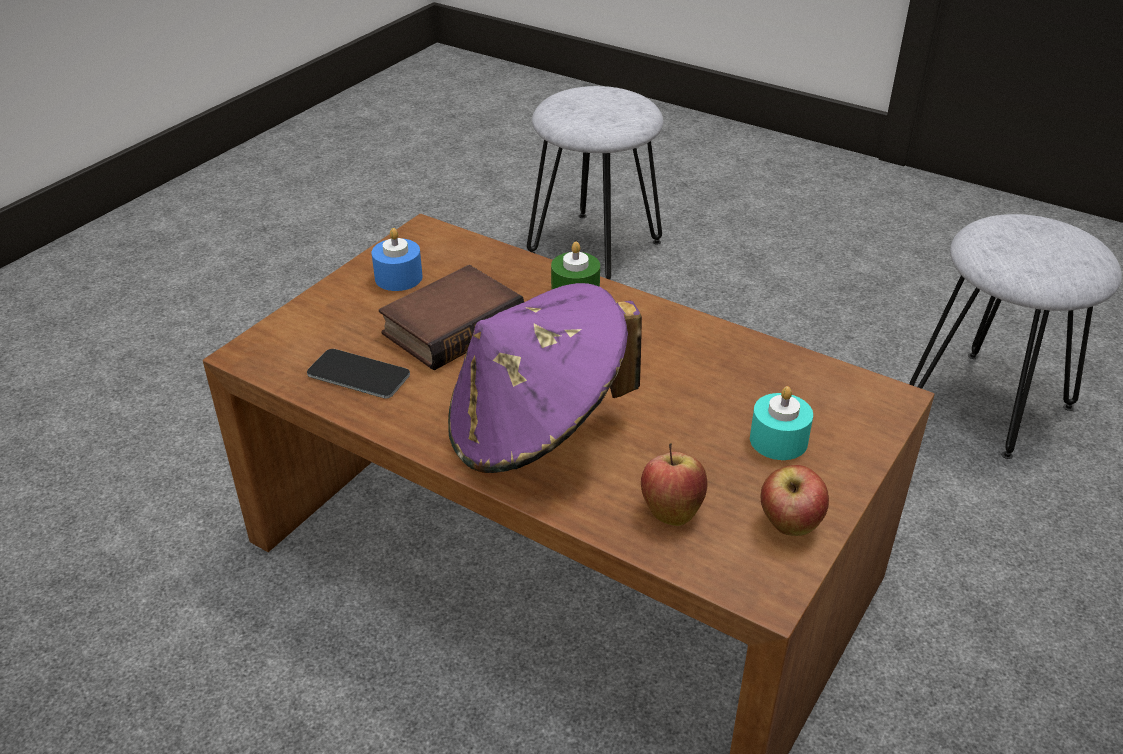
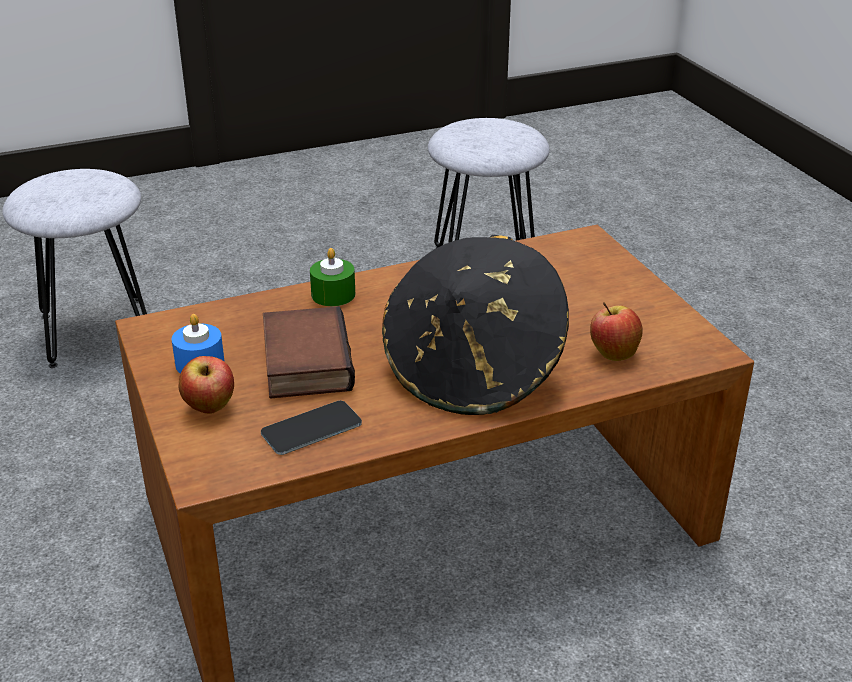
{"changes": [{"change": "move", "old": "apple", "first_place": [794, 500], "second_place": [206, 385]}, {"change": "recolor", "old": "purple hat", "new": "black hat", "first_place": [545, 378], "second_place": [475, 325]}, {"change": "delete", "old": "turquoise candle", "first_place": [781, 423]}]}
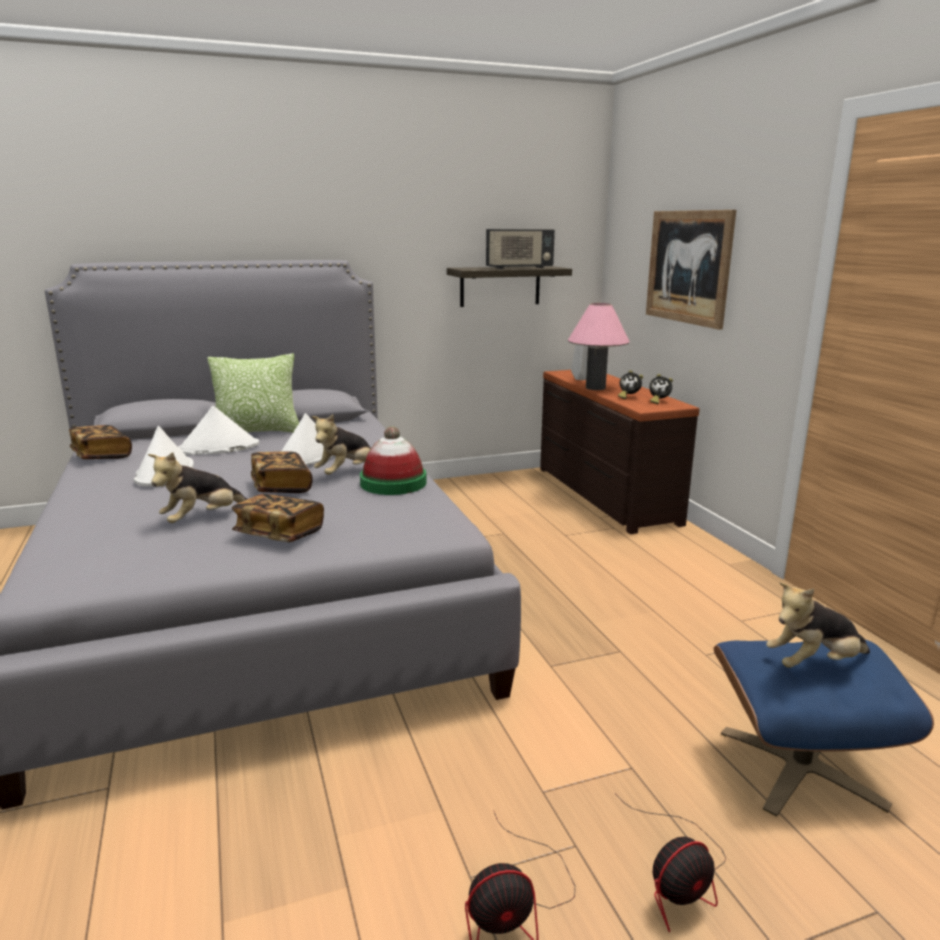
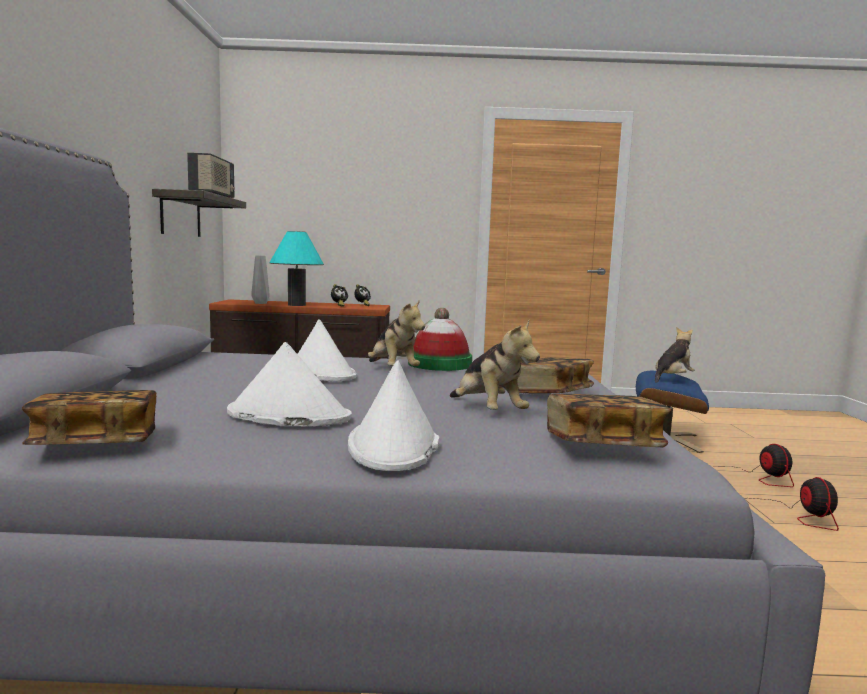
{"changes": [{"change": "recolor", "old": "pink table lamp", "new": "turquoise table lamp", "first_place": [598, 346], "second_place": [296, 268]}, {"change": "move", "old": "white hat", "first_place": [219, 430], "second_place": [393, 416]}, {"change": "move", "old": "book", "first_place": [282, 472], "second_place": [609, 420]}, {"change": "rotate", "old": "plush toy", "first_place": [818, 625], "second_place": [675, 355], "degrees": -135}, {"change": "delete", "old": "pillow", "first_place": [253, 393]}, {"change": "delete", "old": "picture", "first_place": [691, 270]}]}
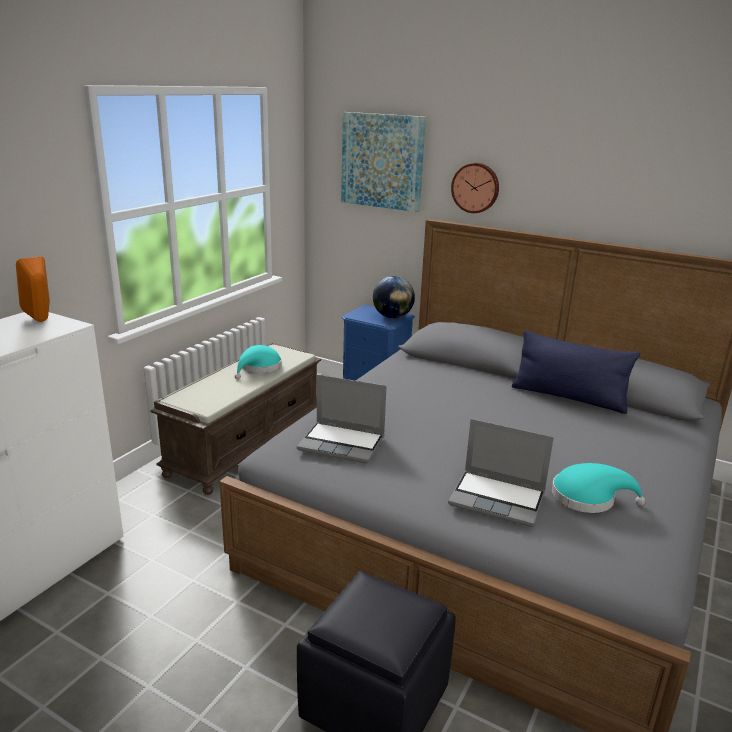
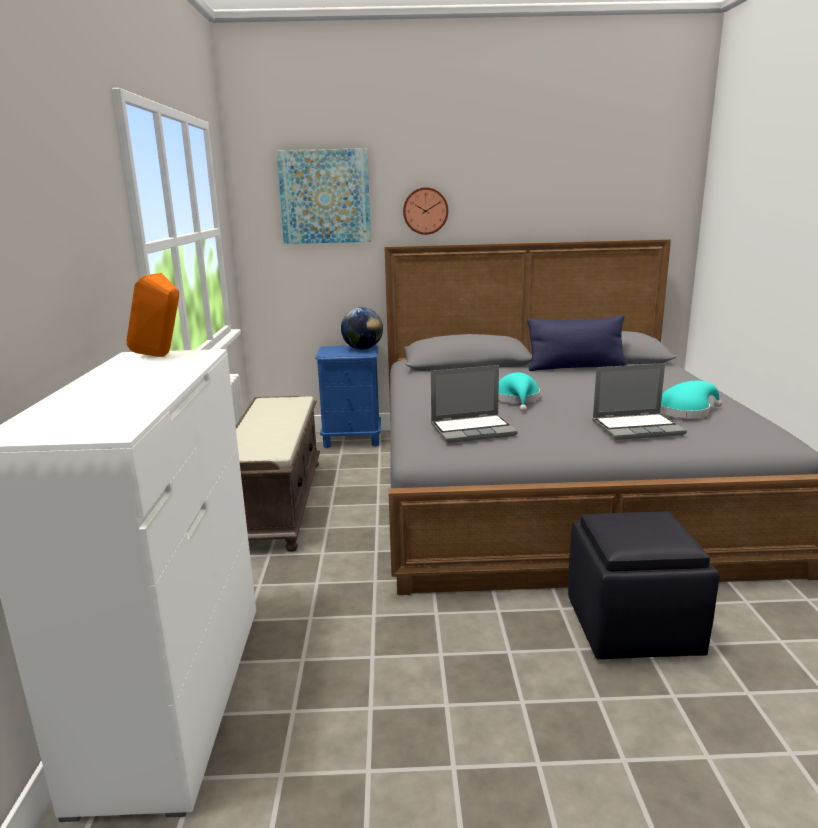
{"changes": [{"change": "move", "old": "turquoise hat", "first_place": [258, 362], "second_place": [519, 392]}]}
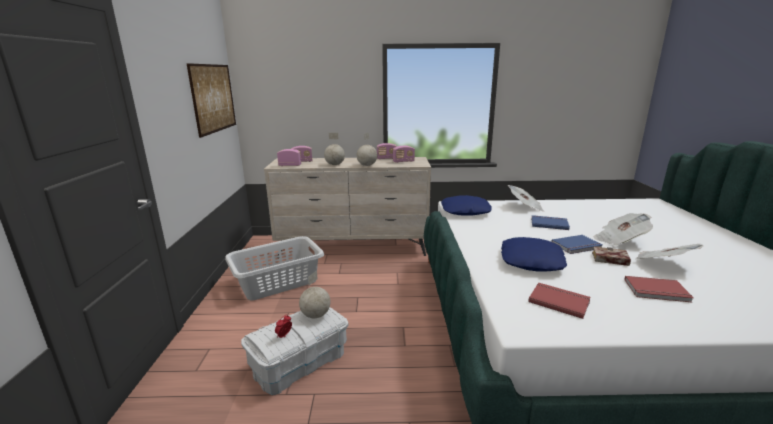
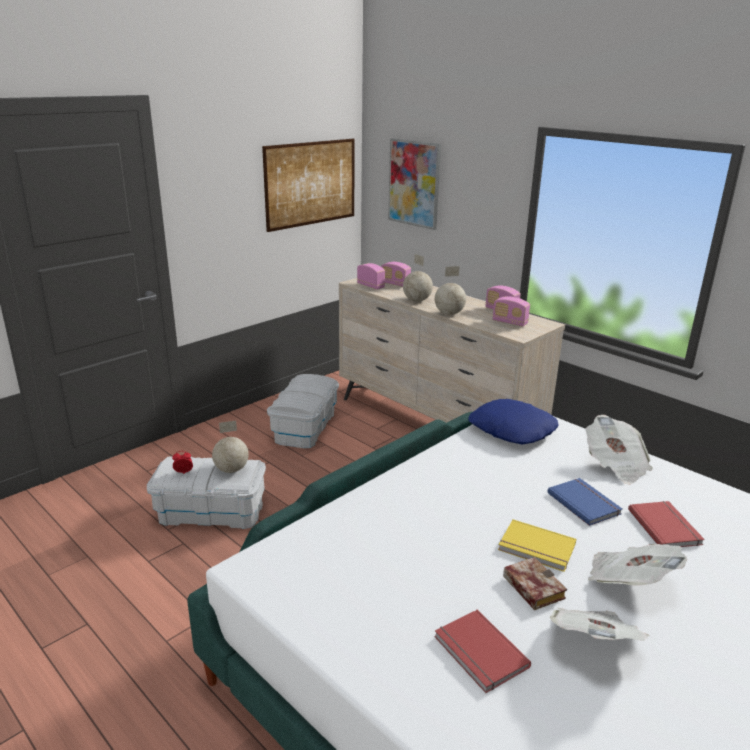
{"changes": [{"change": "replace", "old": "grey laundry basket", "new": "white storage box", "first_place": [274, 268], "second_place": [303, 411]}, {"change": "insert", "new": "picture", "second_place": [414, 184]}, {"change": "recolor", "old": "blue book", "new": "yellow book", "first_place": [576, 244], "second_place": [537, 546]}, {"change": "move", "old": "red book", "first_place": [559, 301], "second_place": [666, 524]}, {"change": "delete", "old": "blue pillow", "first_place": [534, 254]}]}
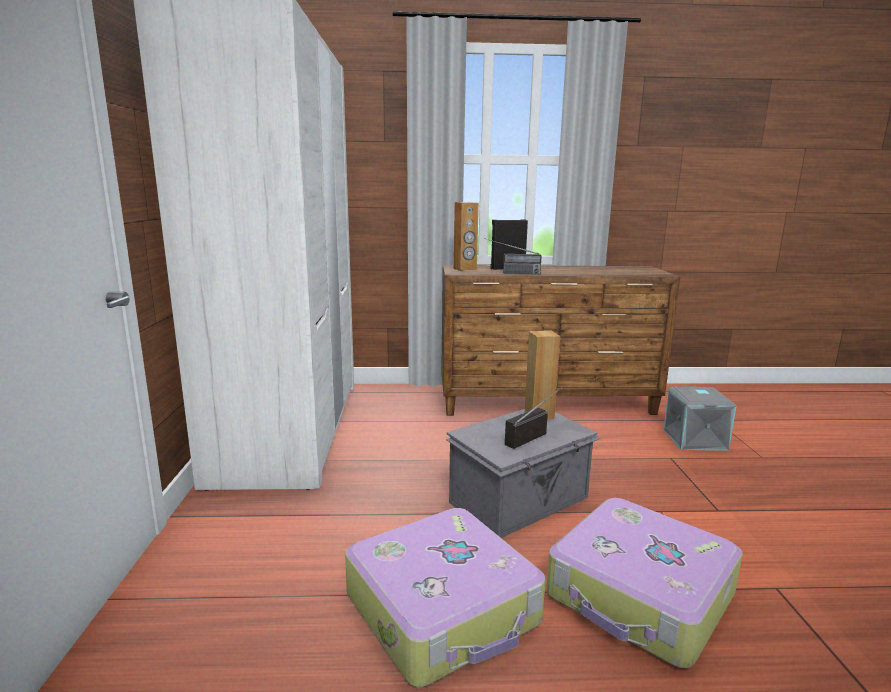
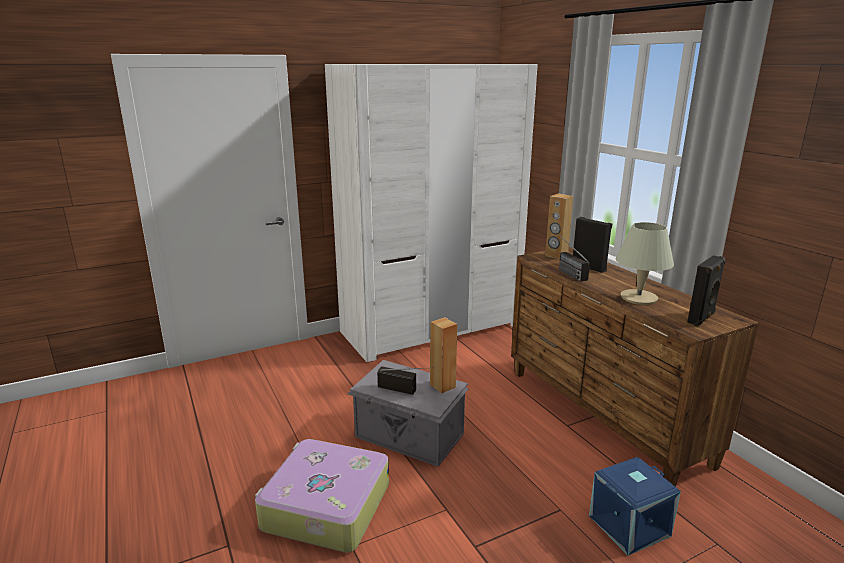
{"changes": [{"change": "recolor", "old": "grey storage box", "new": "blue storage box", "first_place": [699, 418], "second_place": [635, 506]}, {"change": "insert", "new": "beige table lamp", "second_place": [645, 263]}, {"change": "insert", "new": "black speaker", "second_place": [706, 290]}, {"change": "delete", "old": "suitcase", "first_place": [445, 597]}]}
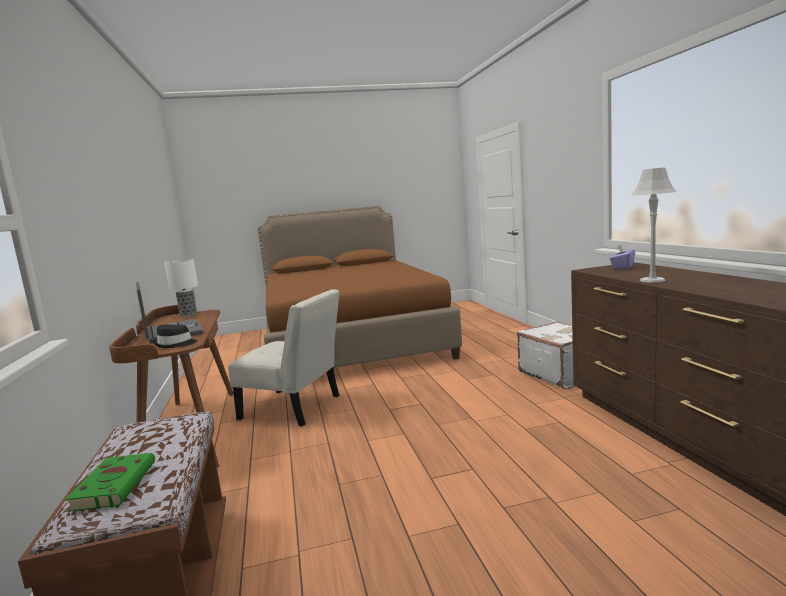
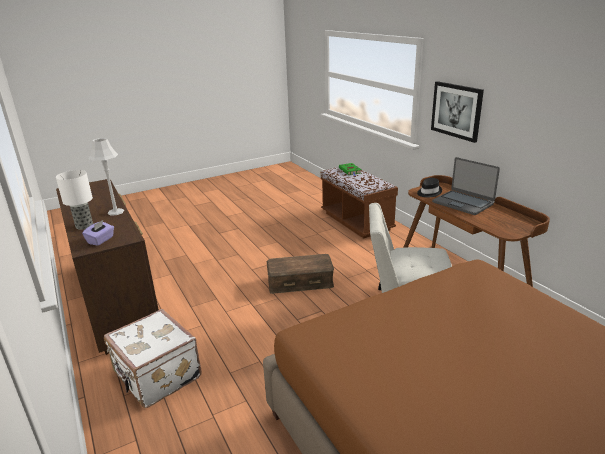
{"changes": [{"change": "move", "old": "table lamp", "first_place": [181, 287], "second_place": [74, 200]}, {"change": "insert", "new": "brown storage box", "second_place": [300, 274]}, {"change": "insert", "new": "picture", "second_place": [457, 112]}]}
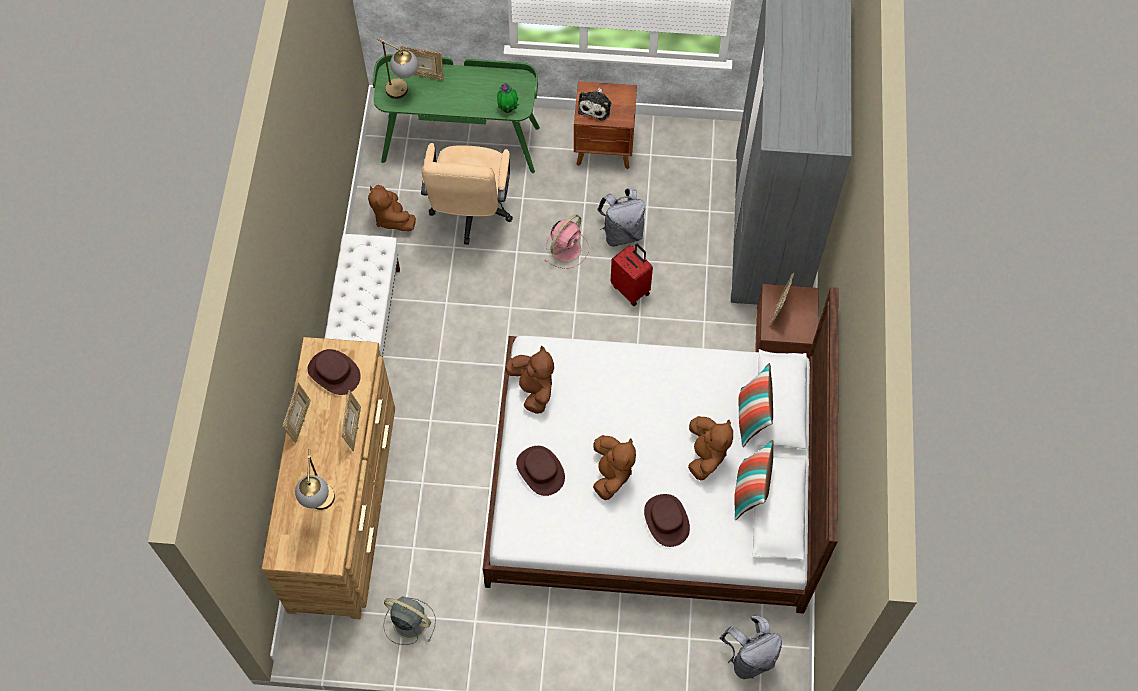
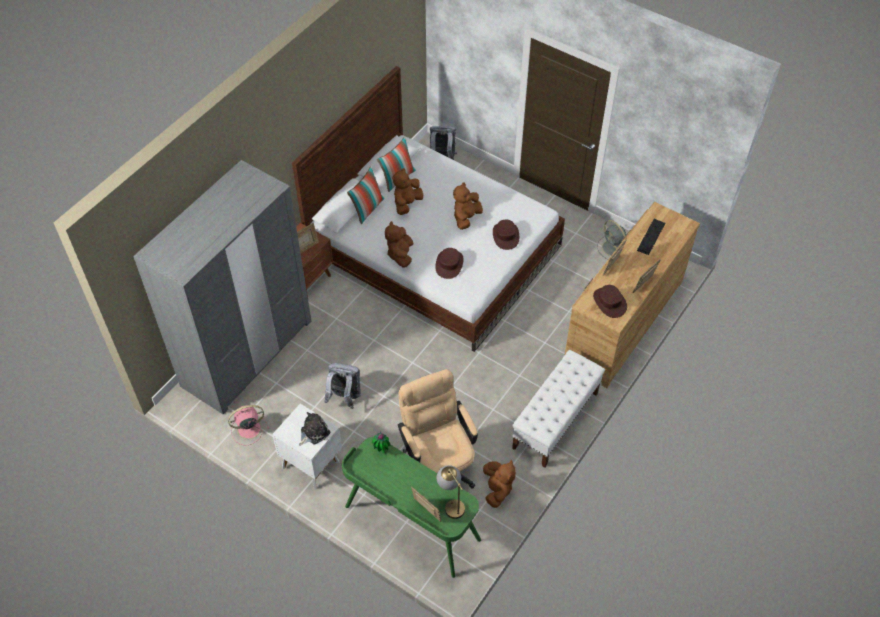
{"changes": [{"change": "move", "old": "pink fan", "first_place": [567, 242], "second_place": [248, 425]}, {"change": "recolor", "old": "brown nightstand", "new": "white nightstand", "first_place": [605, 125], "second_place": [307, 447]}, {"change": "move", "old": "brown plush toy", "first_place": [529, 380], "second_place": [399, 244]}, {"change": "rotate", "old": "beige office chair", "first_place": [467, 194], "second_place": [438, 429], "degrees": -60}, {"change": "move", "old": "brown hat", "first_place": [667, 520], "second_place": [449, 263]}, {"change": "replace", "old": "table lamp", "new": "keyboard", "first_place": [315, 479], "second_place": [651, 237]}, {"change": "delete", "old": "red suitcase", "first_place": [632, 275]}]}
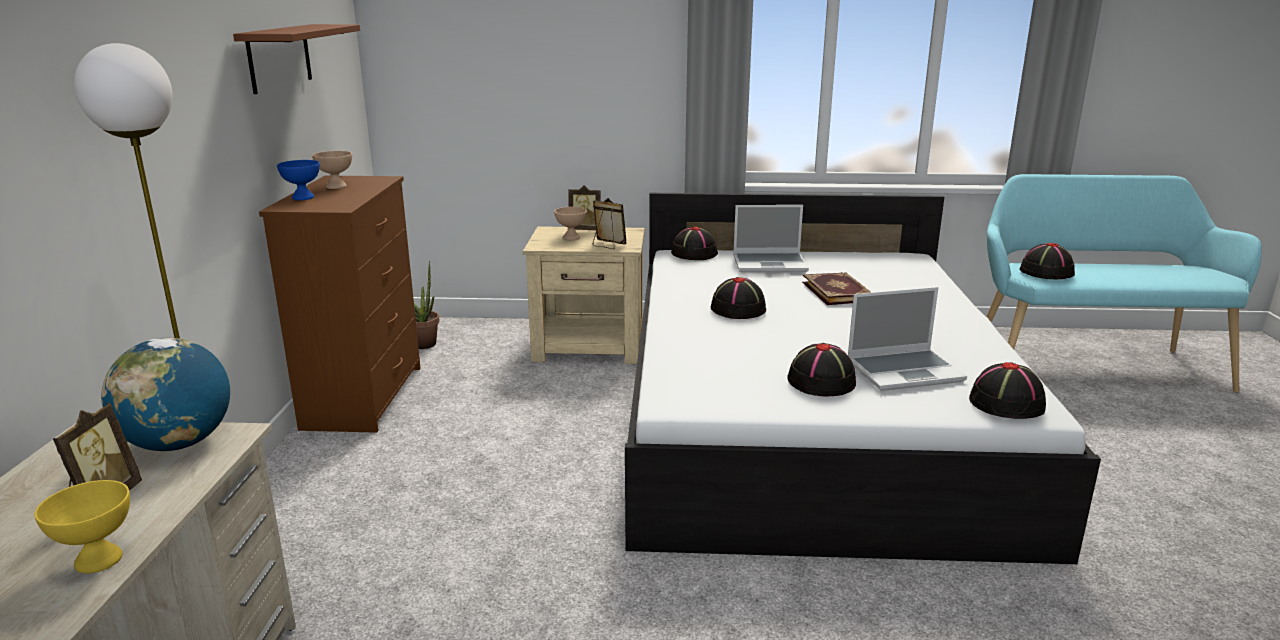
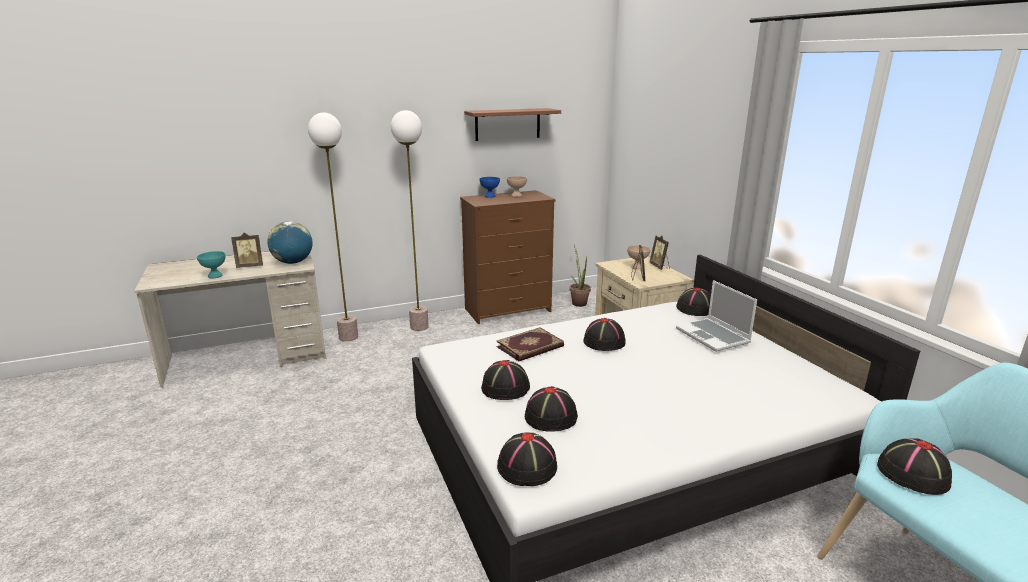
{"changes": [{"change": "recolor", "old": "yellow bowl", "new": "turquoise bowl", "first_place": [82, 527], "second_place": [211, 265]}, {"change": "insert", "new": "floor lamp", "second_place": [410, 220]}, {"change": "move", "old": "book", "first_place": [837, 288], "second_place": [530, 344]}, {"change": "replace", "old": "laptop", "new": "black hat", "first_place": [907, 339], "second_place": [551, 409]}]}
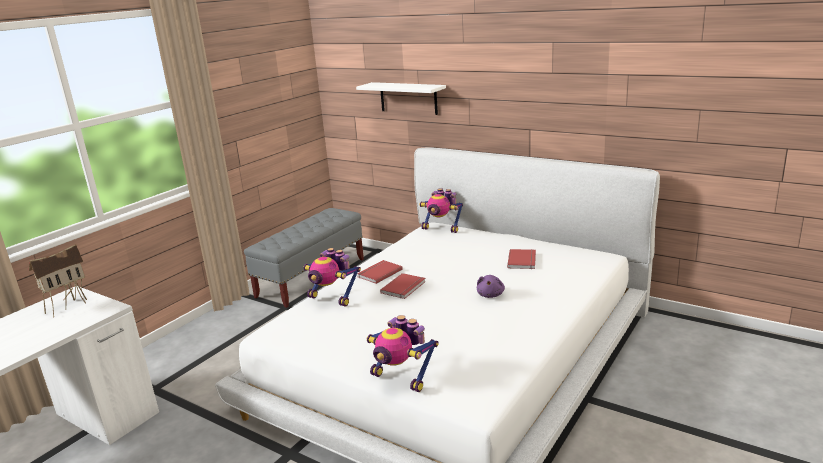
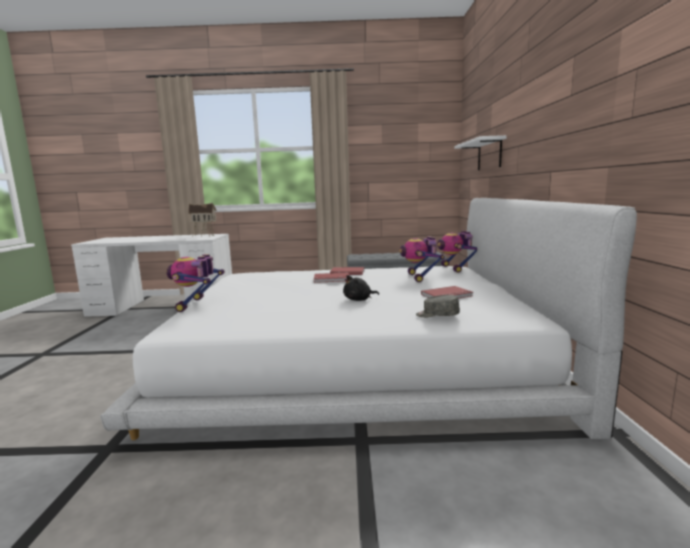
{"changes": [{"change": "recolor", "old": "purple plush toy", "new": "black plush toy", "first_place": [491, 286], "second_place": [361, 288]}, {"change": "move", "old": "toy robot", "first_place": [332, 277], "second_place": [422, 259]}, {"change": "insert", "new": "grey cap", "second_place": [438, 306]}]}
